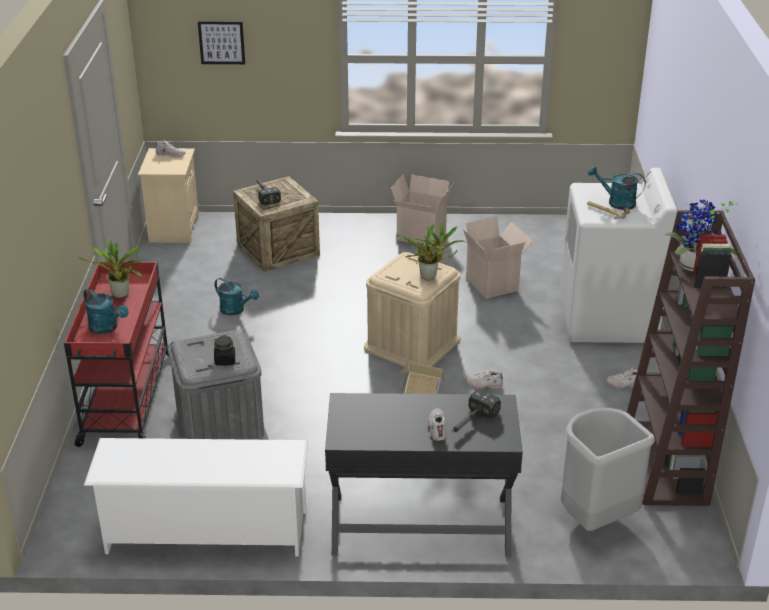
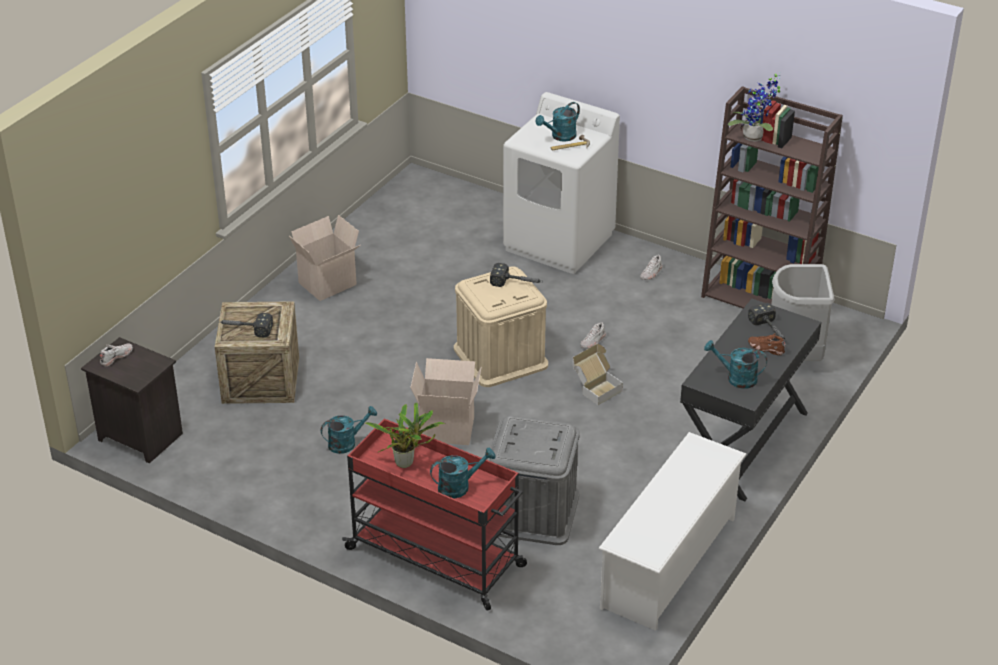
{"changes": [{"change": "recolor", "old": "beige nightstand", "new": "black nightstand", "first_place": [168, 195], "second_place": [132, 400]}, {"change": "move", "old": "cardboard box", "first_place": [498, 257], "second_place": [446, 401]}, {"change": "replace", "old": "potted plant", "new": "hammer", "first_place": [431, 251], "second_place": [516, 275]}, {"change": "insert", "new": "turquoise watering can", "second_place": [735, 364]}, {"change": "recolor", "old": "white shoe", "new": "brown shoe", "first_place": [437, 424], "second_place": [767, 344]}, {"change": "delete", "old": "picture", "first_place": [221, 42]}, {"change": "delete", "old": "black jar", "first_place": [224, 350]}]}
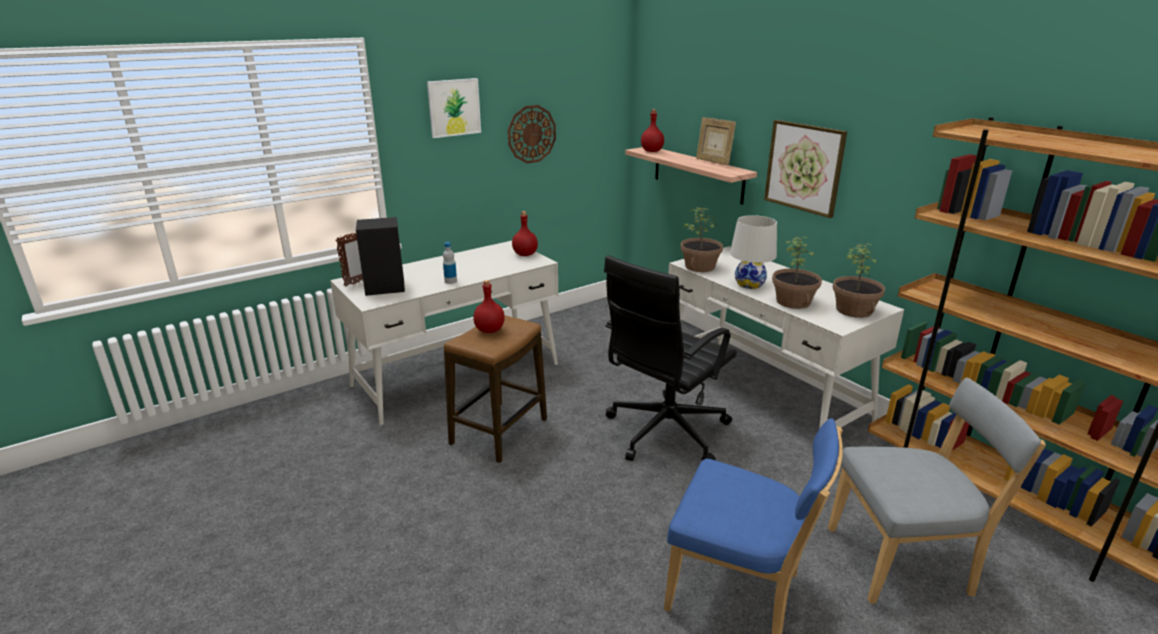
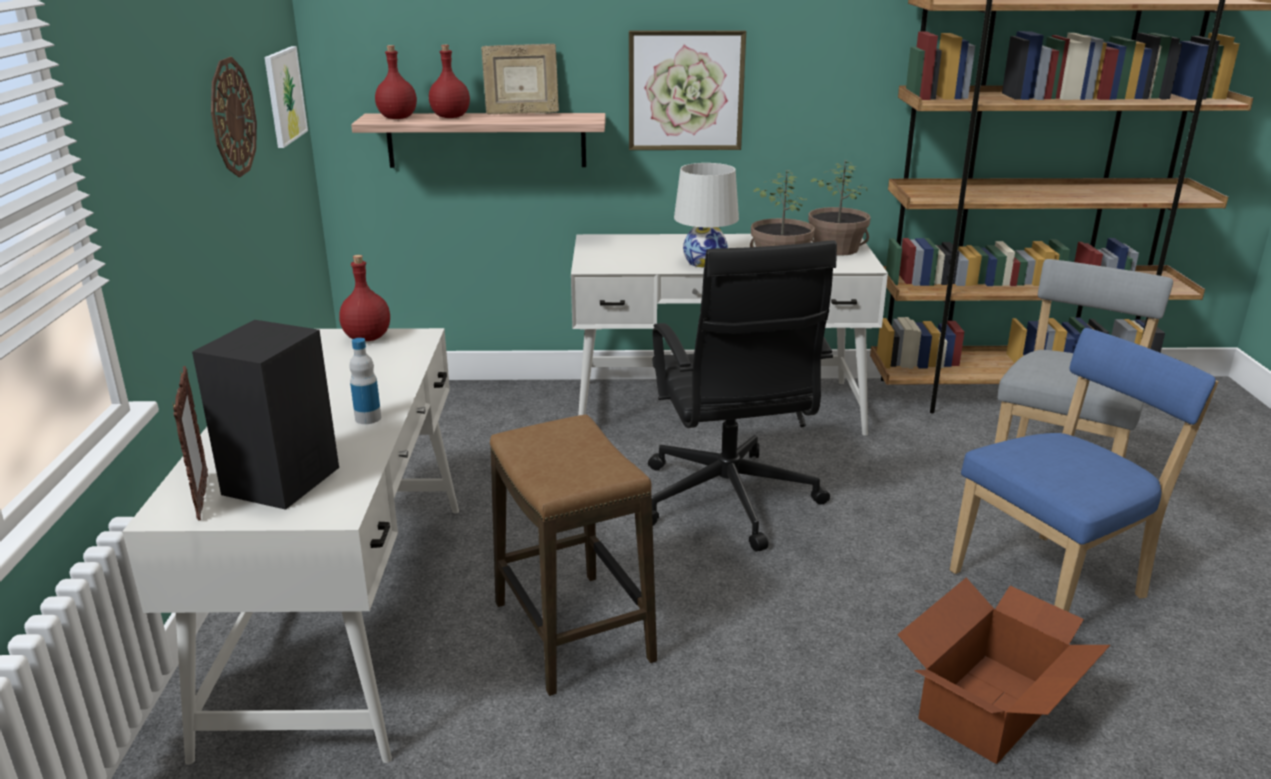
{"changes": [{"change": "move", "old": "picture", "first_place": [454, 108], "second_place": [286, 97]}, {"change": "move", "old": "red bottle", "first_place": [489, 306], "second_place": [449, 81]}, {"change": "insert", "new": "cardboard box", "second_place": [1003, 671]}, {"change": "delete", "old": "potted plant", "first_place": [702, 239]}]}
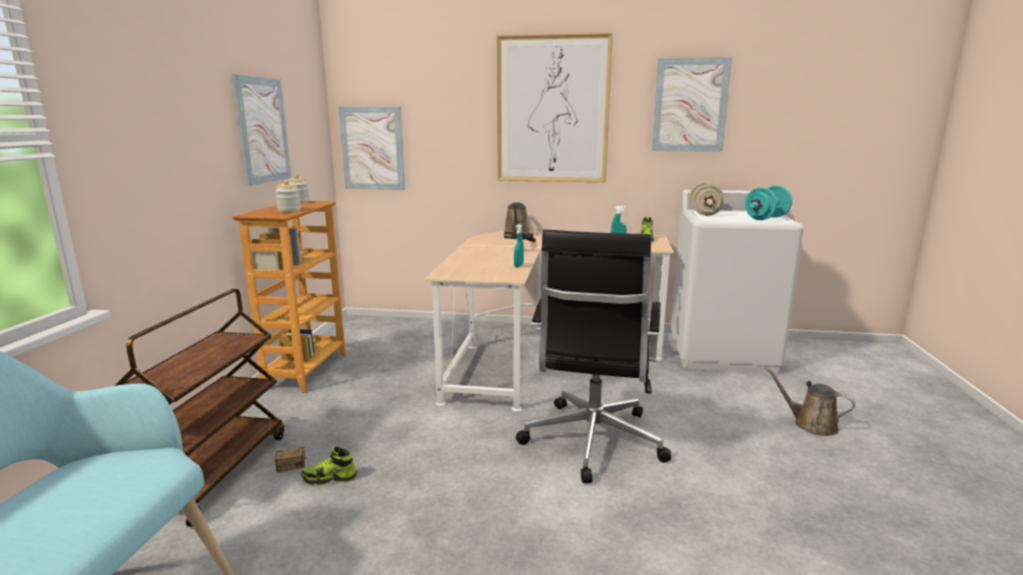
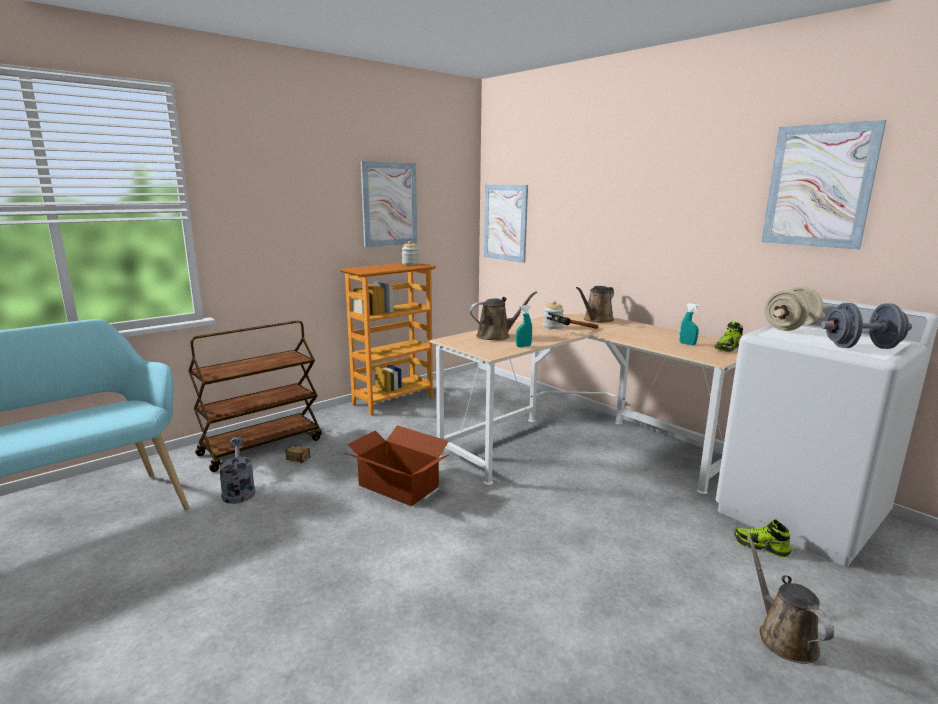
{"changes": [{"change": "insert", "new": "grey watering can", "second_place": [237, 470]}, {"change": "insert", "new": "cardboard box", "second_place": [397, 465]}, {"change": "insert", "new": "brown watering can", "second_place": [503, 315]}, {"change": "move", "old": "jar", "first_place": [288, 196], "second_place": [553, 315]}, {"change": "move", "old": "shoe", "first_place": [329, 465], "second_place": [762, 538]}, {"change": "recolor", "old": "turquoise dumbbell", "new": "grey dumbbell", "first_place": [768, 203], "second_place": [866, 326]}, {"change": "delete", "old": "picture", "first_place": [555, 107]}, {"change": "delete", "old": "black office chair", "first_place": [593, 356]}]}
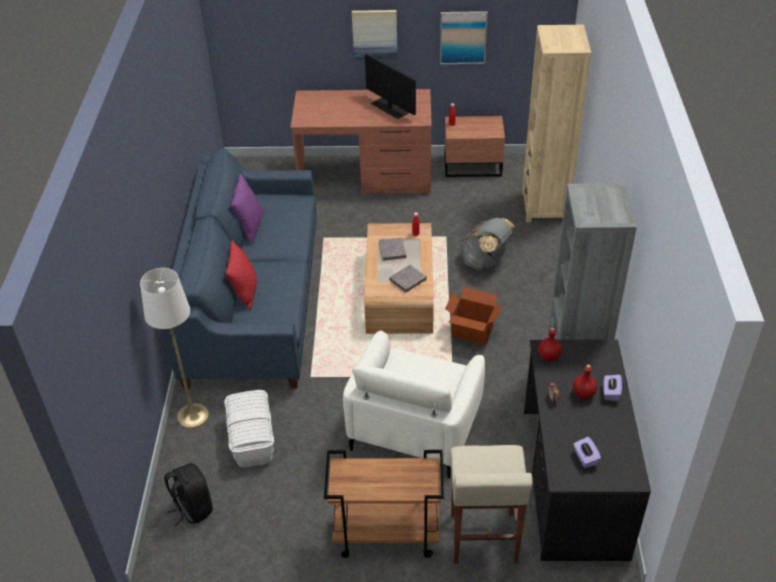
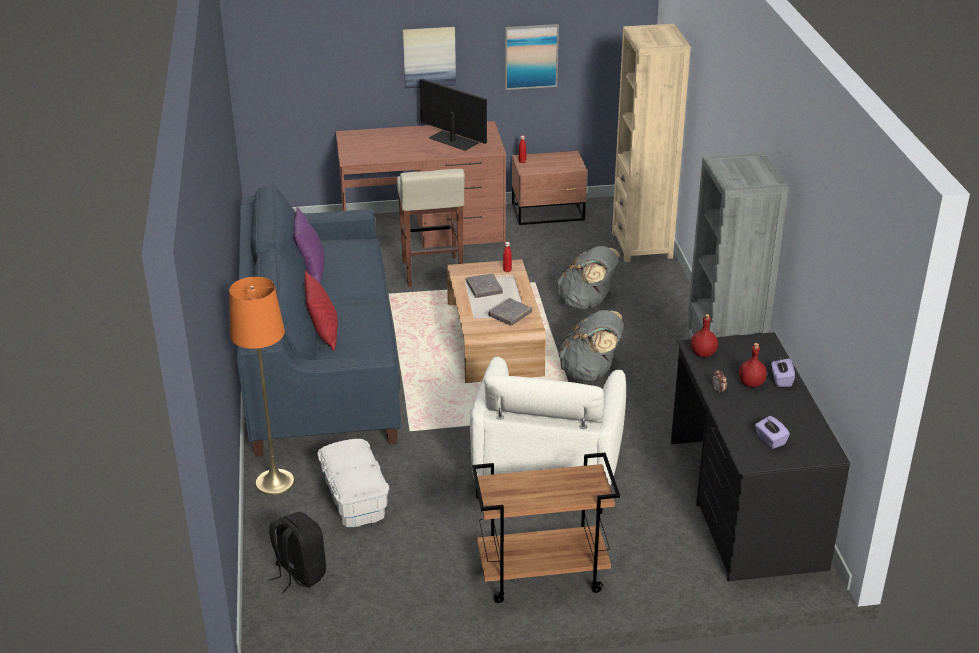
{"changes": [{"change": "recolor", "old": "white floor lamp", "new": "orange floor lamp", "first_place": [174, 348], "second_place": [262, 386]}, {"change": "move", "old": "beige stool", "first_place": [492, 504], "second_place": [431, 228]}, {"change": "replace", "old": "cardboard box", "new": "grey backpack", "first_place": [474, 316], "second_place": [591, 345]}]}
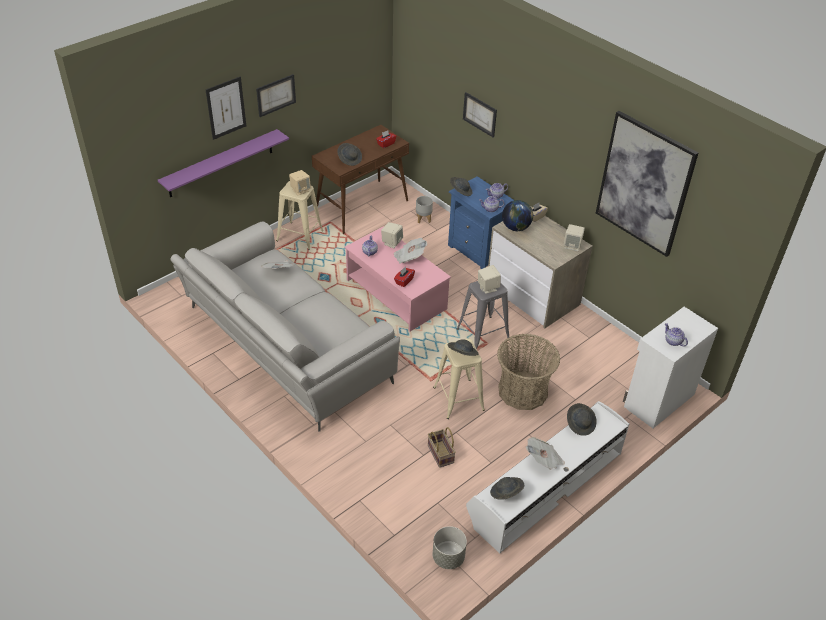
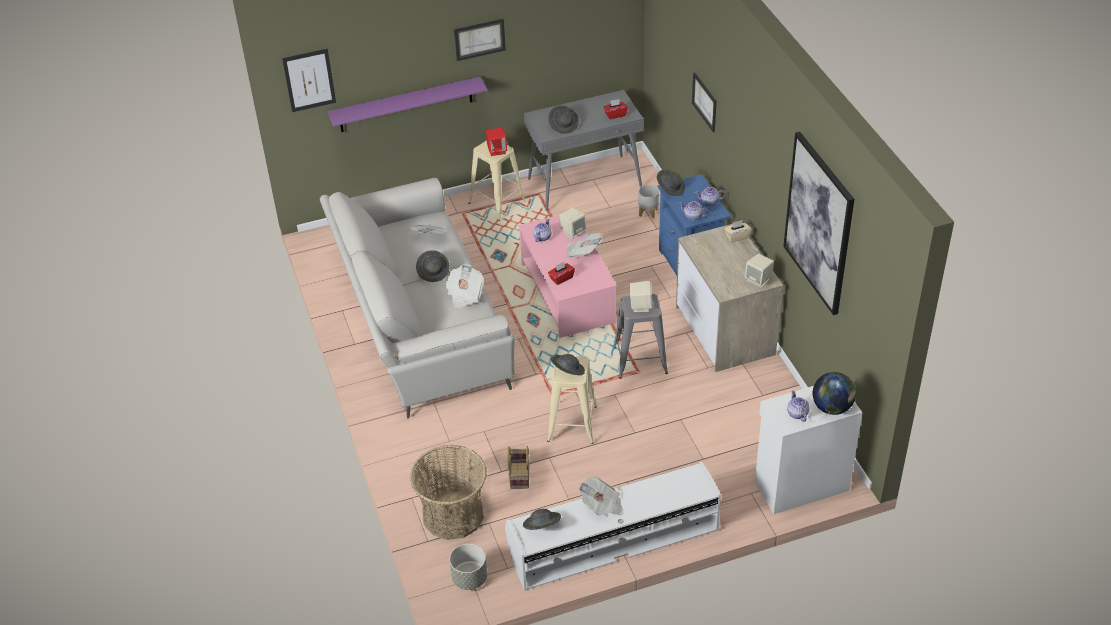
{"changes": [{"change": "move", "old": "picture", "first_place": [226, 108], "second_place": [309, 80]}, {"change": "move", "old": "basket", "first_place": [528, 372], "second_place": [448, 492]}, {"change": "move", "old": "grey hat", "first_place": [582, 419], "second_place": [433, 266]}, {"change": "insert", "new": "newspaper", "second_place": [464, 286]}, {"change": "recolor", "old": "beige speaker", "new": "red speaker", "first_place": [300, 182], "second_place": [496, 142]}, {"change": "recolor", "old": "brown console table", "new": "grey console table", "first_place": [360, 179], "second_place": [583, 150]}, {"change": "move", "old": "globe", "first_place": [517, 215], "second_place": [834, 393]}]}
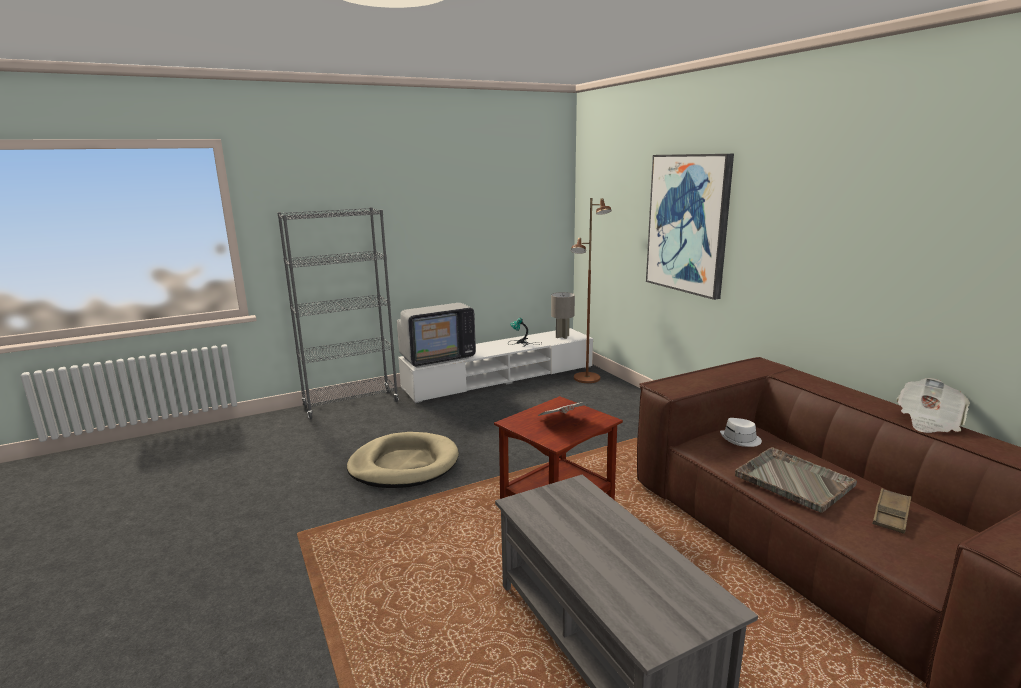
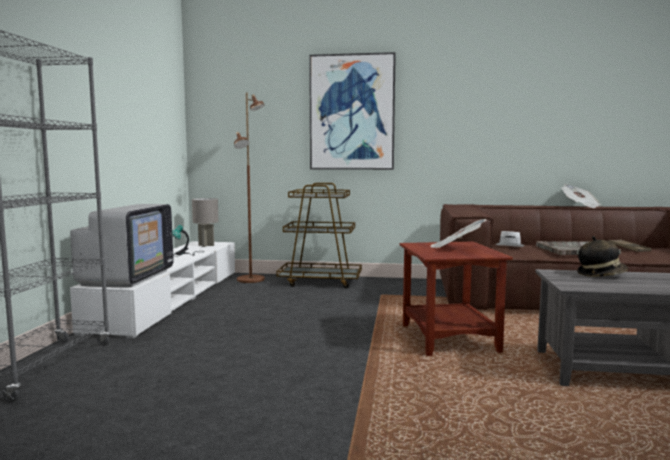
{"changes": [{"change": "insert", "new": "brown cart", "second_place": [319, 236]}, {"change": "insert", "new": "hat", "second_place": [602, 256]}, {"change": "delete", "old": "beige dog bed", "first_place": [403, 460]}]}
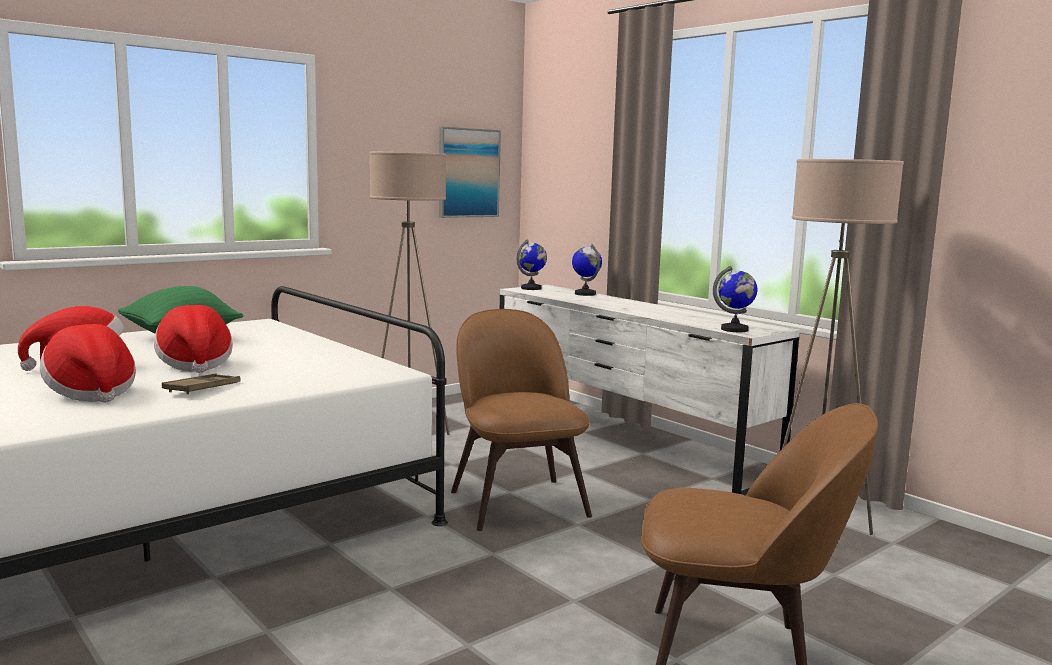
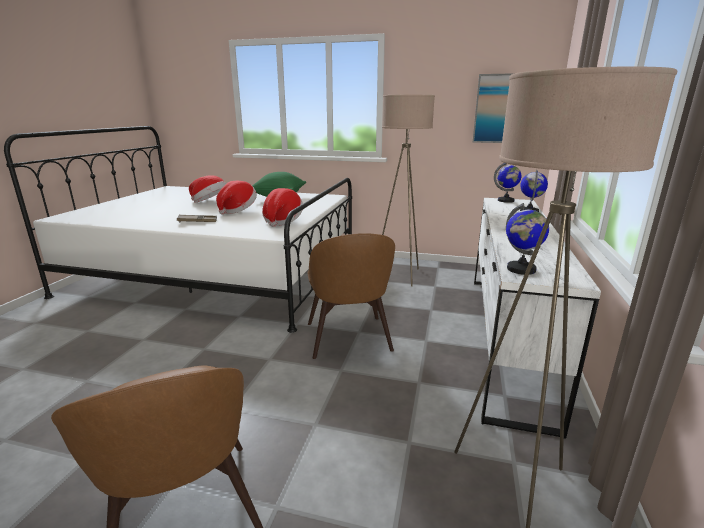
{"changes": [{"change": "move", "old": "hat", "first_place": [88, 363], "second_place": [282, 207]}, {"change": "rotate", "old": "brown chair", "first_place": [521, 420], "second_place": [351, 296], "degrees": 135}]}
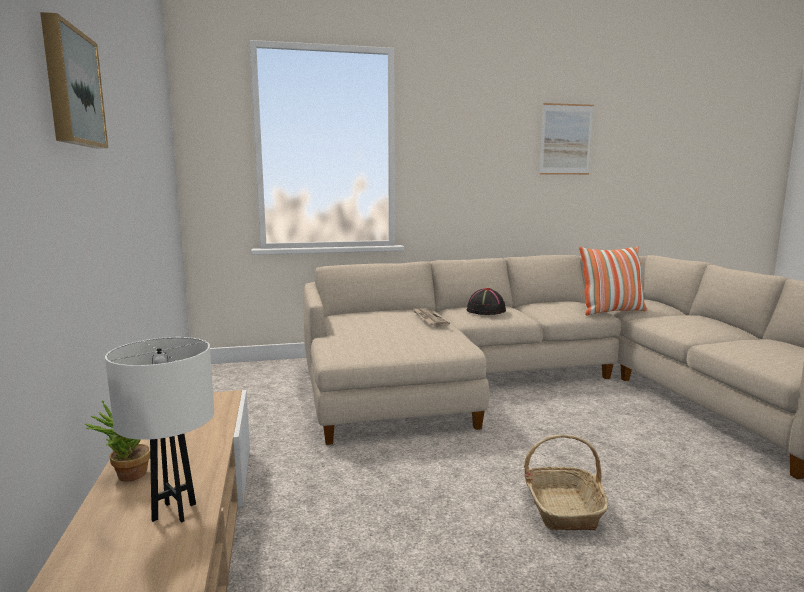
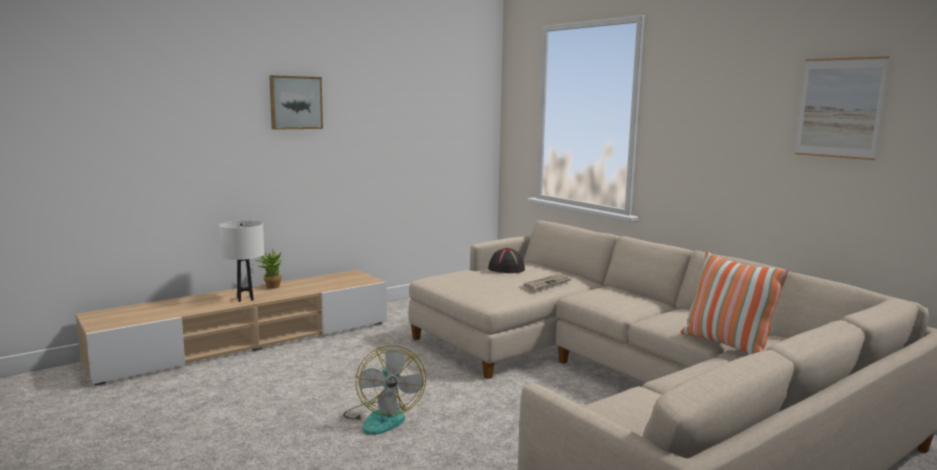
{"changes": [{"change": "replace", "old": "basket", "new": "fan", "first_place": [566, 483], "second_place": [384, 390]}, {"change": "move", "old": "black hat", "first_place": [486, 301], "second_place": [506, 260]}]}
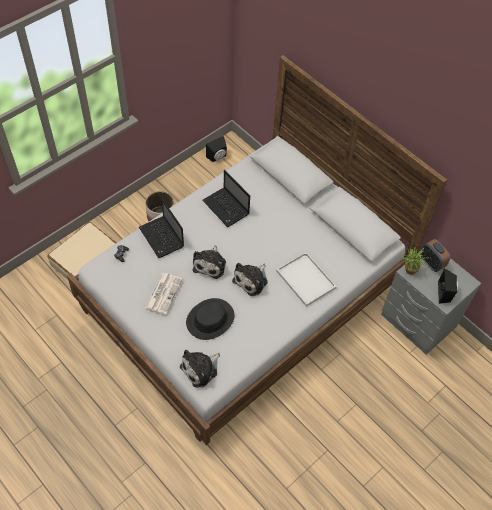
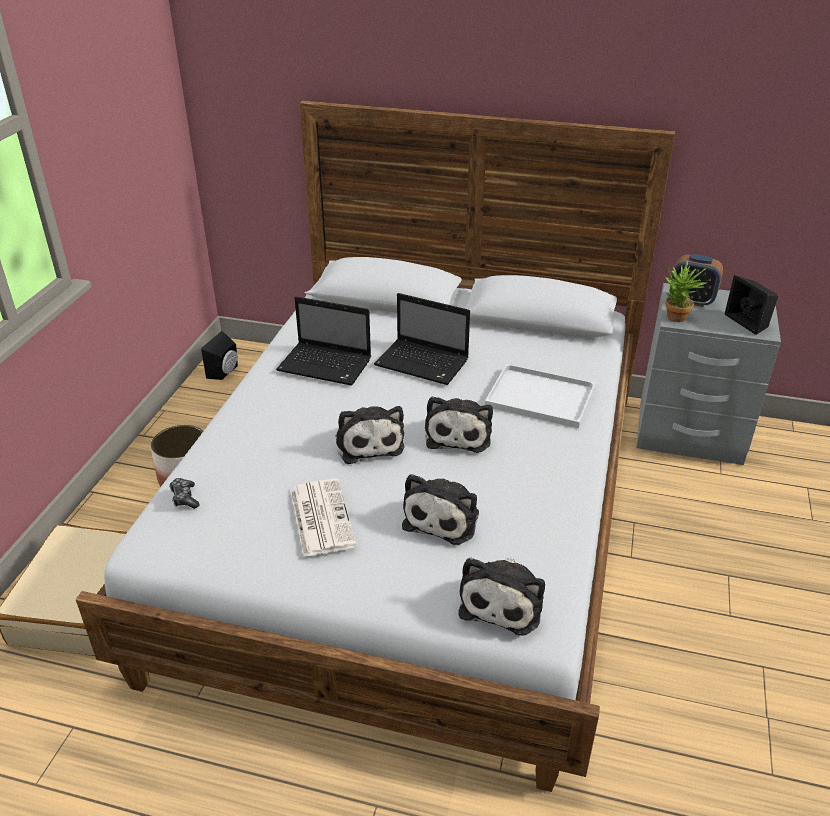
{"changes": [{"change": "move", "old": "laptop", "first_place": [161, 228], "second_place": [422, 339]}, {"change": "replace", "old": "black hat", "new": "plush toy", "first_place": [210, 319], "second_place": [440, 509]}]}
